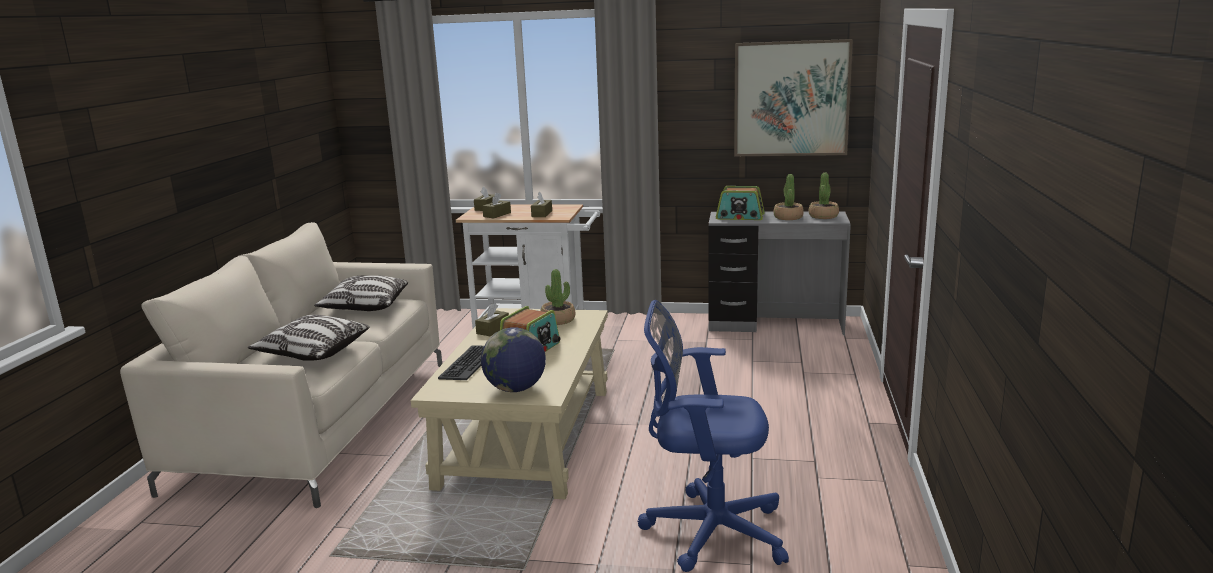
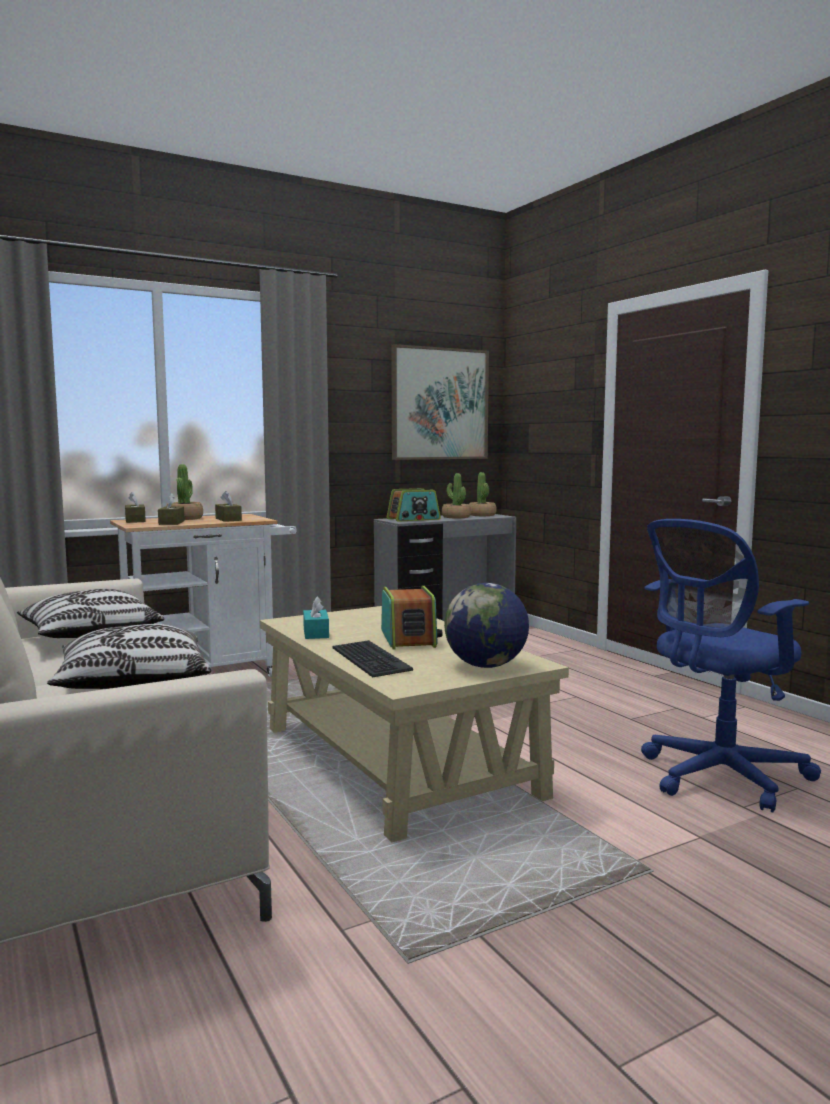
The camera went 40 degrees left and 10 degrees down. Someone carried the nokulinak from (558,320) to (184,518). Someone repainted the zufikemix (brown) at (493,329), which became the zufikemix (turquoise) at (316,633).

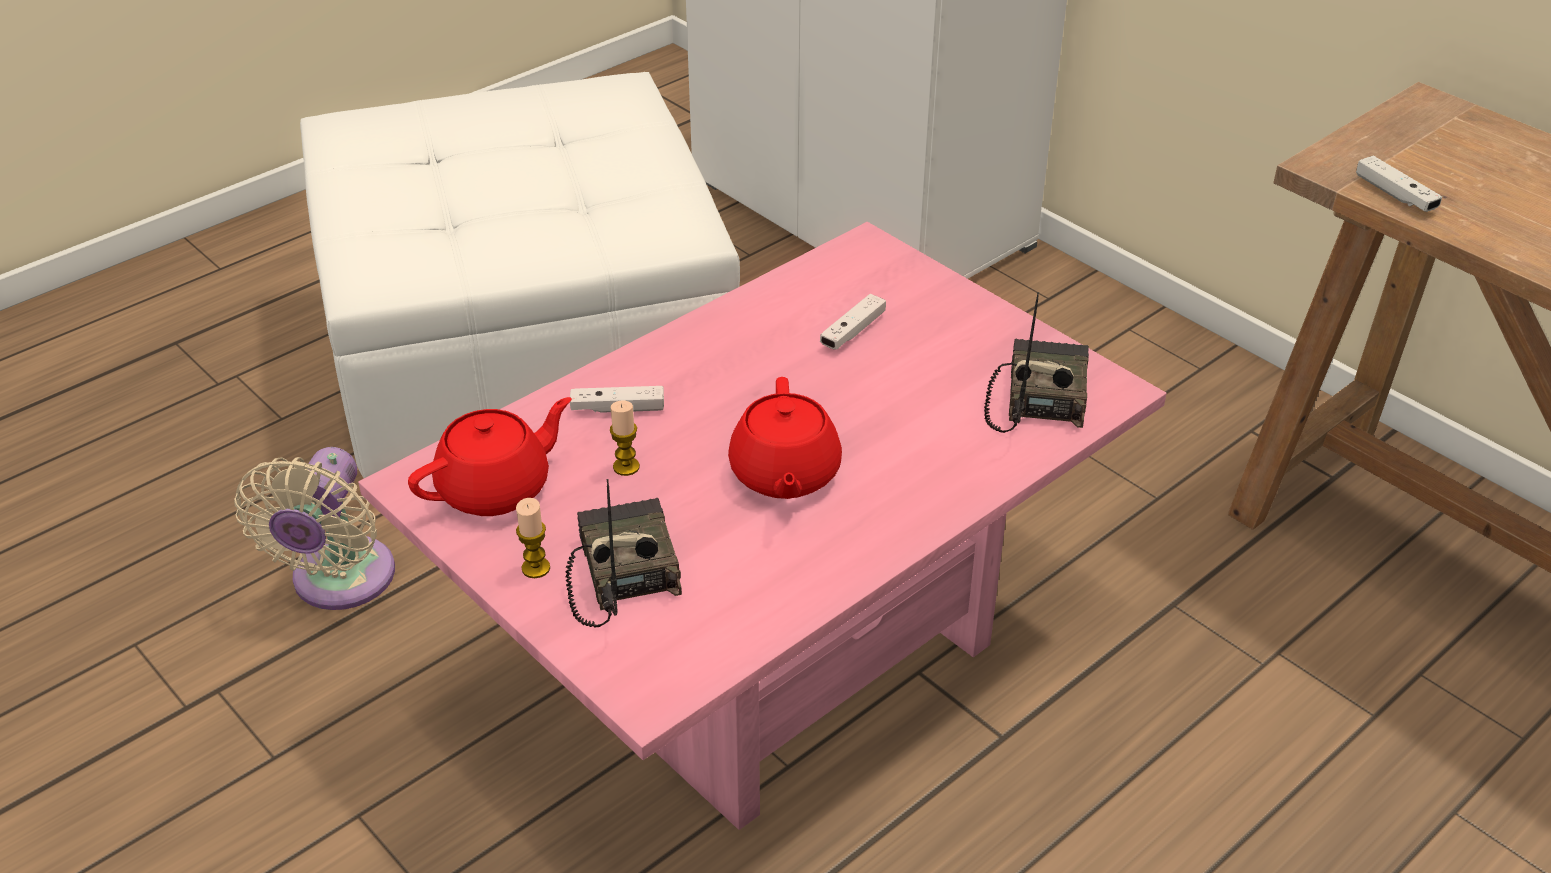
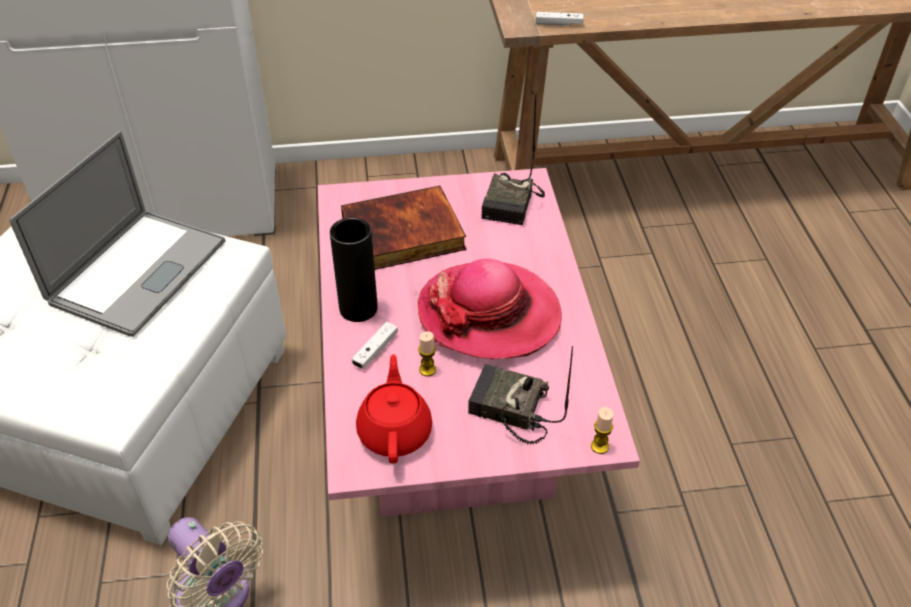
The camera went 55 degrees left and 5 degrees up. Someone put down the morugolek at (138,271). Someone put down the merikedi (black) at (358,309). Someone swapped the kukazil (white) at (853,331) for the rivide at (402,235). Someone swapped the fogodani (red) at (784,475) for the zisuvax at (489,314). Someone rotated the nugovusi at (1036,398) by 120 degrees counterclockwise. Someone carried the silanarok from (536,568) to (599,446).

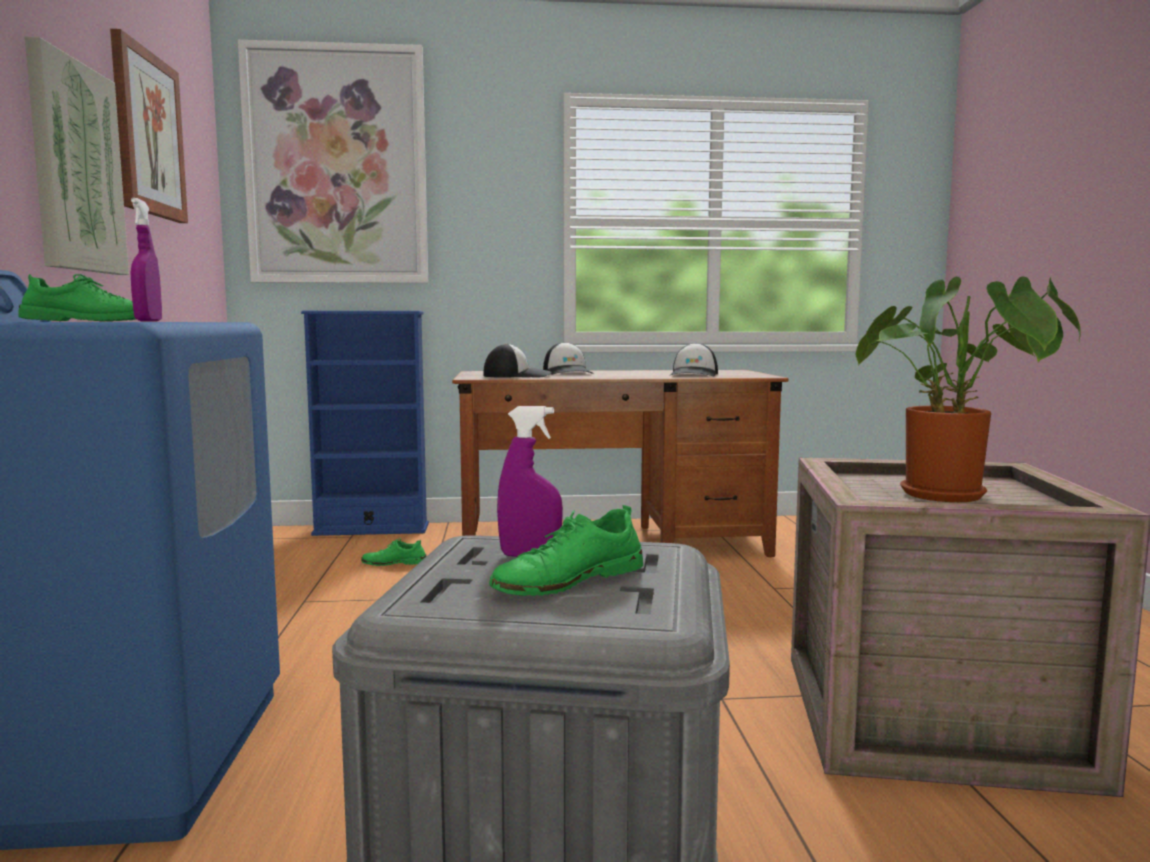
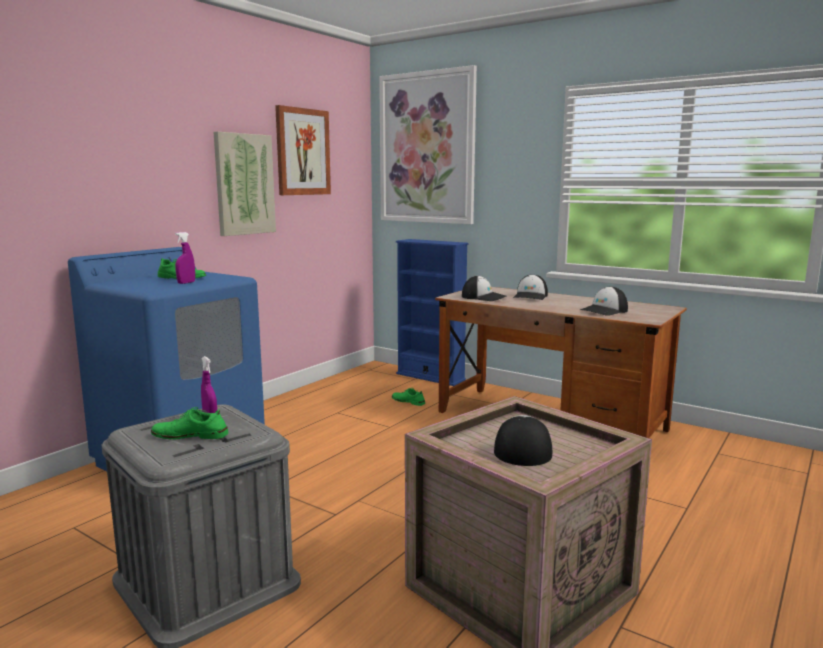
The camera went 40 degrees right and 5 degrees up. Someone swapped the nokulinak at (953,496) for the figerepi at (521,448).

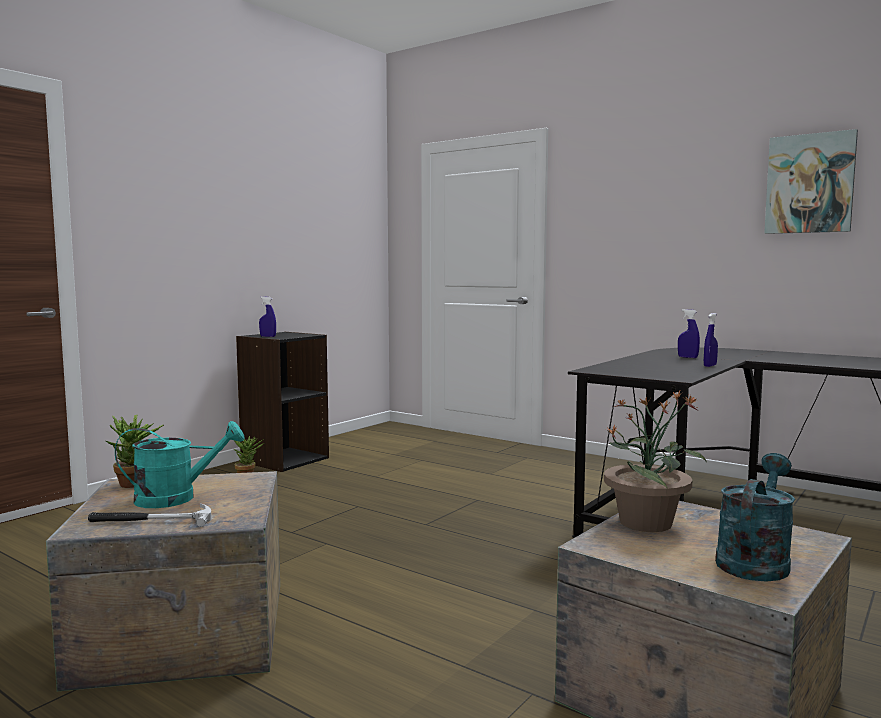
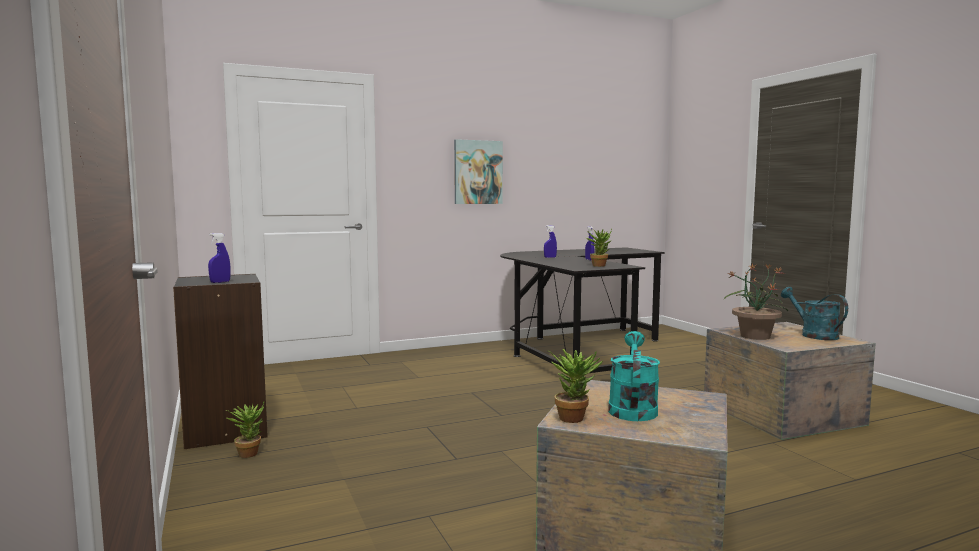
The camera went 60 degrees left and 0 degrees up. Someone carried the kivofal from (809,184) to (478,172). Someone put down the nokulinak at (599,265). Someone took away the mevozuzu at (151,521).

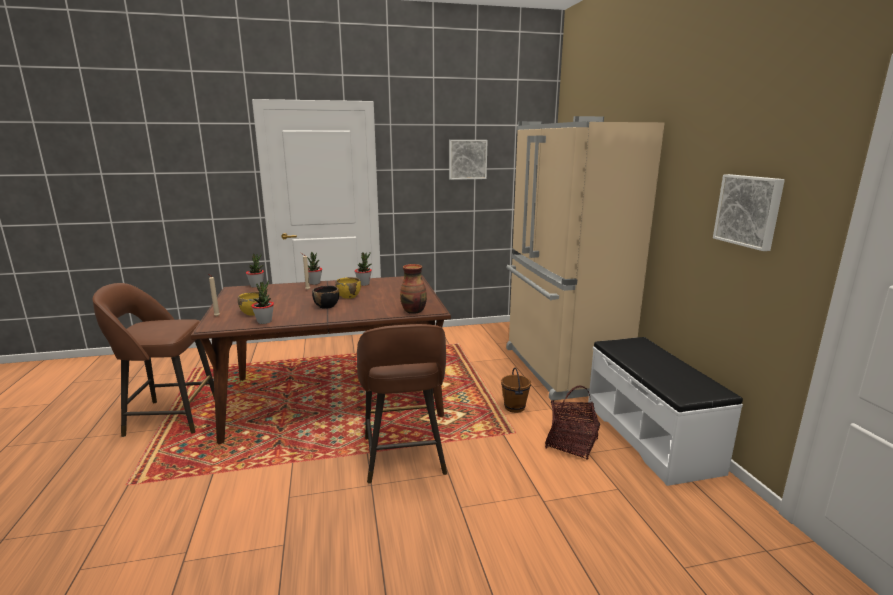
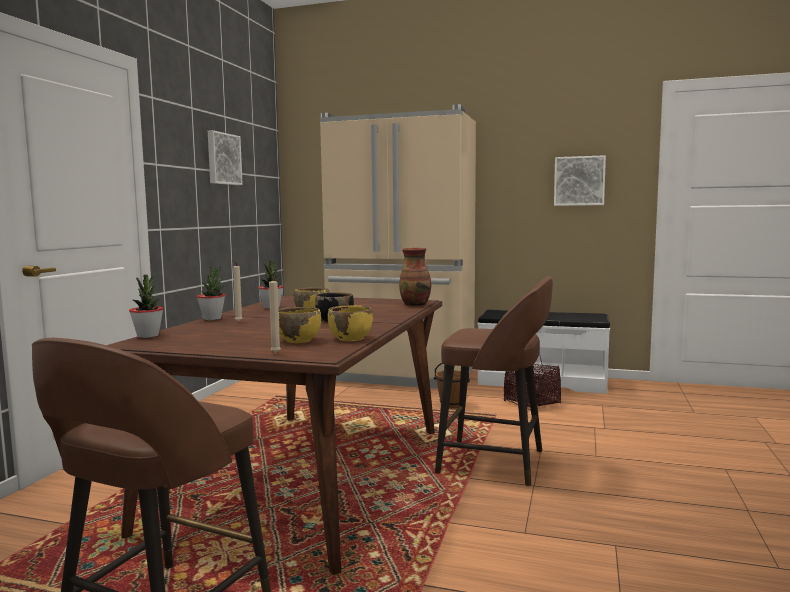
The camera went 60 degrees left and 10 degrees down. Someone swapped the nokulinak at (264,321) for the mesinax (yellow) at (350,338).

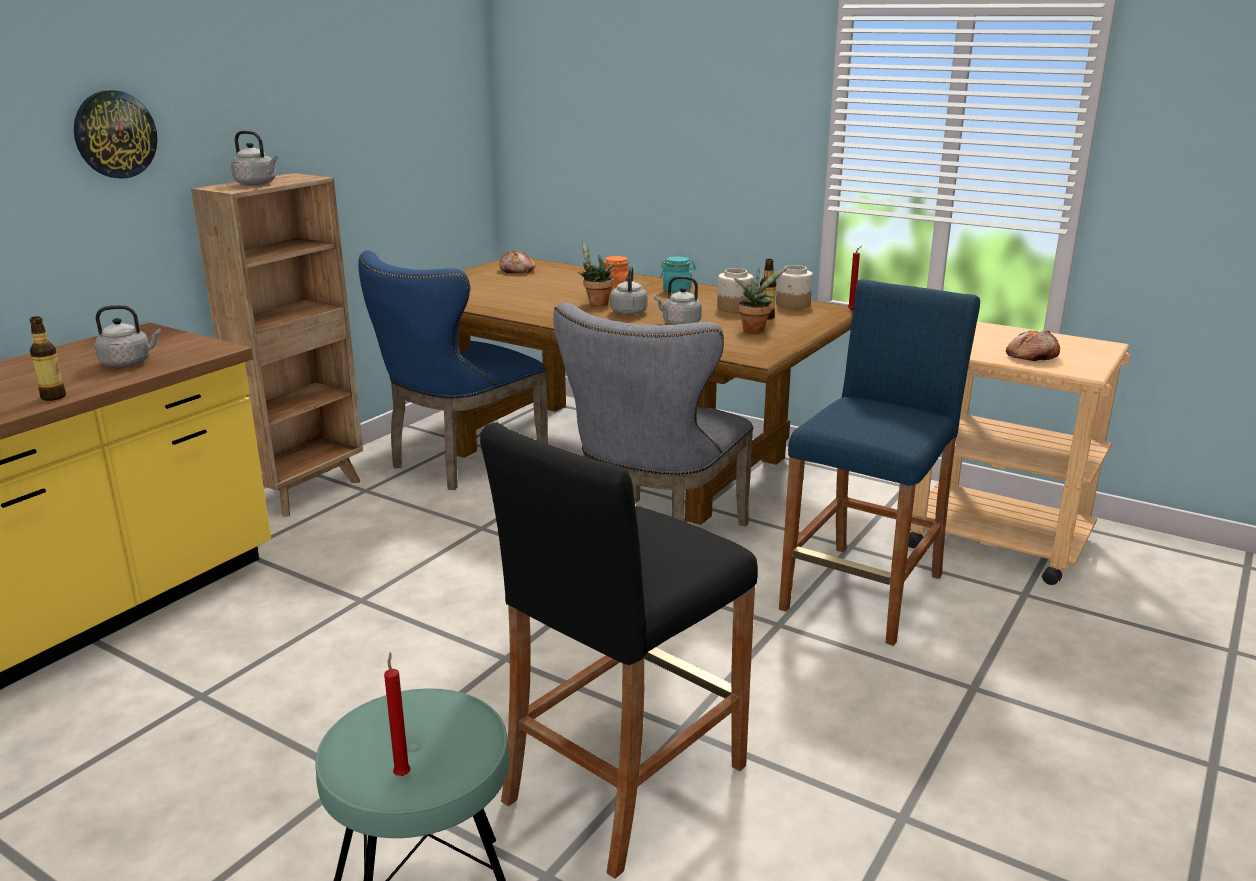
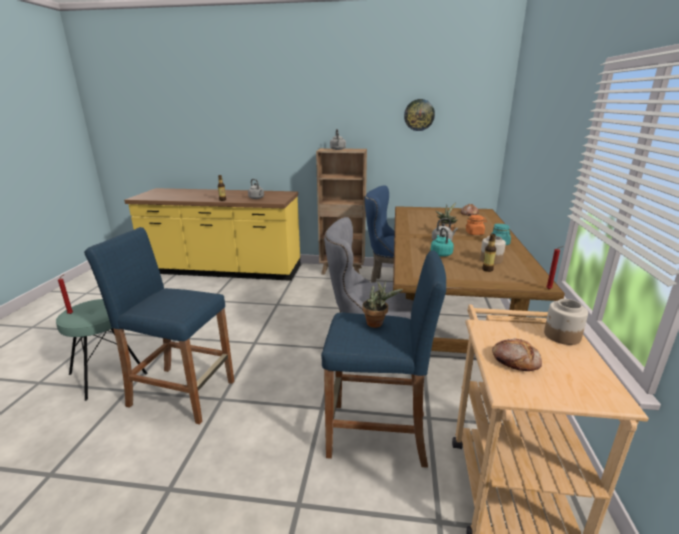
The camera went 65 degrees right and 0 degrees up. Someone repainted the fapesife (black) at (625,782), which became the fapesife (blue) at (182,393). Someone carried the nokulinak from (755,329) to (377,324). Someone carried the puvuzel from (115,134) to (419,115). Someone repainted the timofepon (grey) at (679,323), which became the timofepon (turquoise) at (440,254). Someone carried the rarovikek from (793,304) to (561,336).

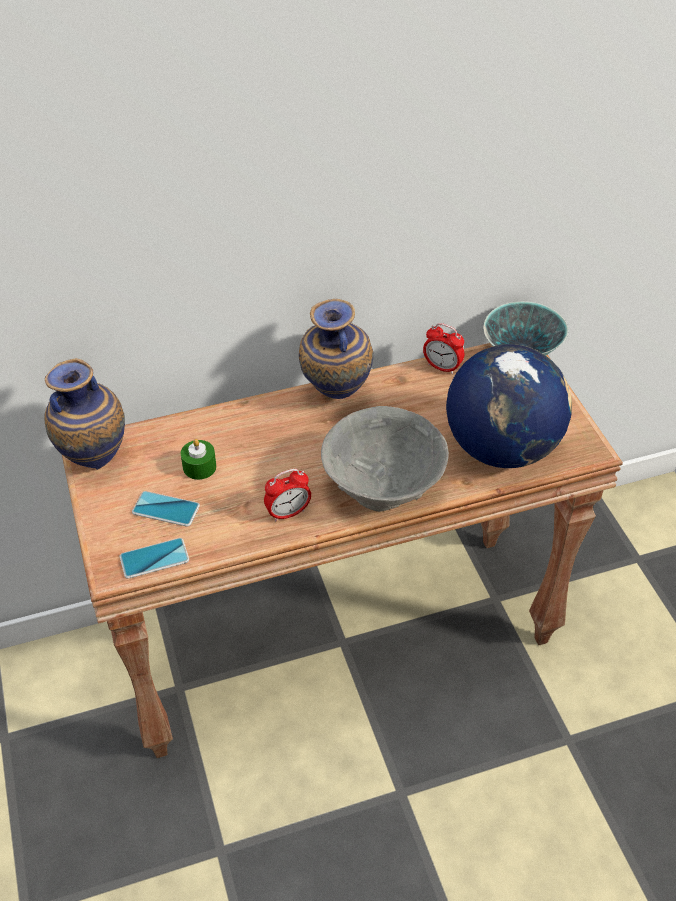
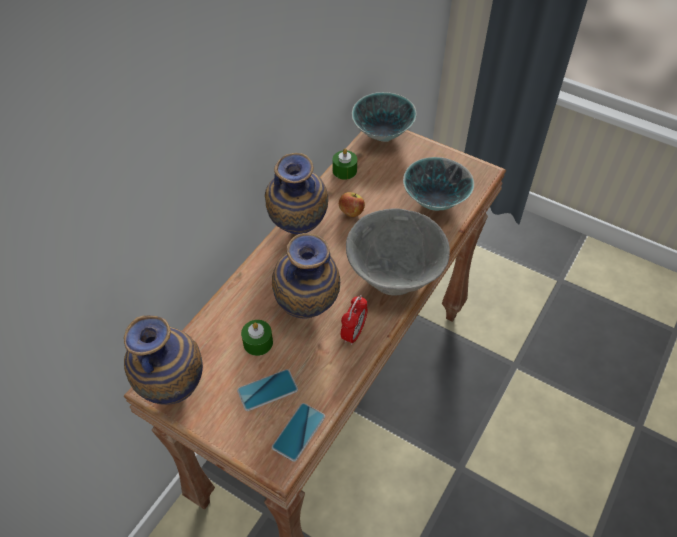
The camera went 40 degrees left and 5 degrees up. Someone put down the merikedi at (307,313). Someone swapped the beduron at (442,367) for the silanarok (green) at (344,170). Someone put down the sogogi at (351,212). Someone swapped the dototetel at (501,448) for the mesinax at (434,202).

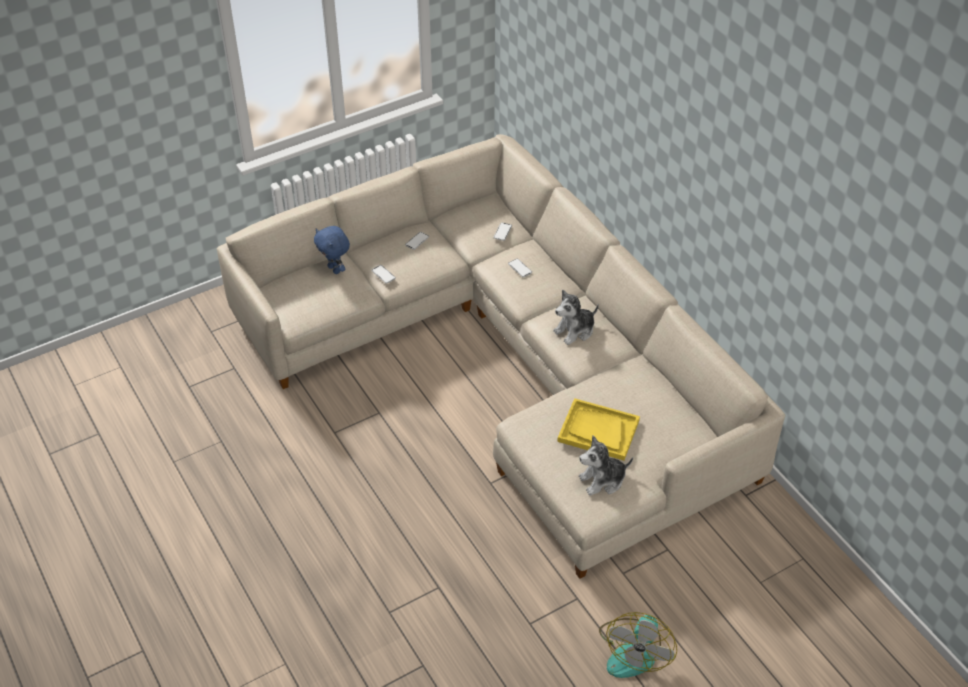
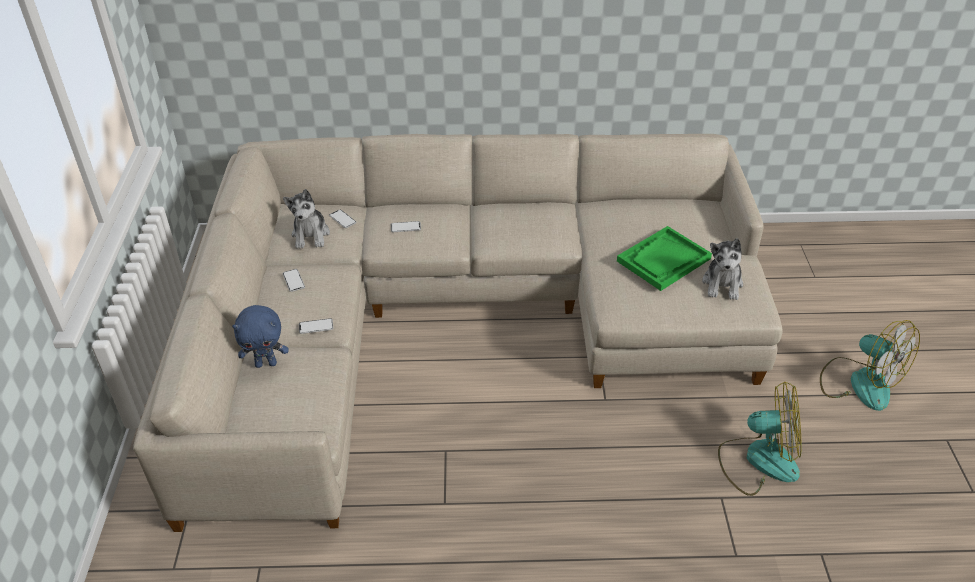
The camera went 60 degrees left and 5 degrees down. Someone carried the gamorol from (575,330) to (311,235). Someone repainted the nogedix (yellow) at (598,431), which became the nogedix (green) at (663,260). Someone put down the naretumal at (758,460).

